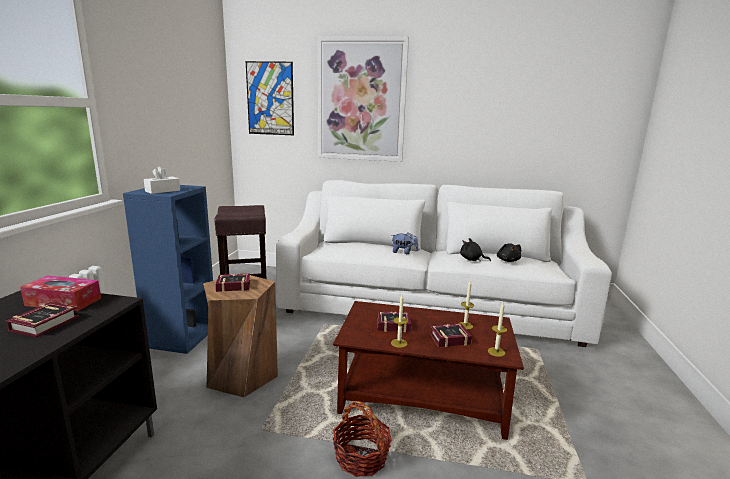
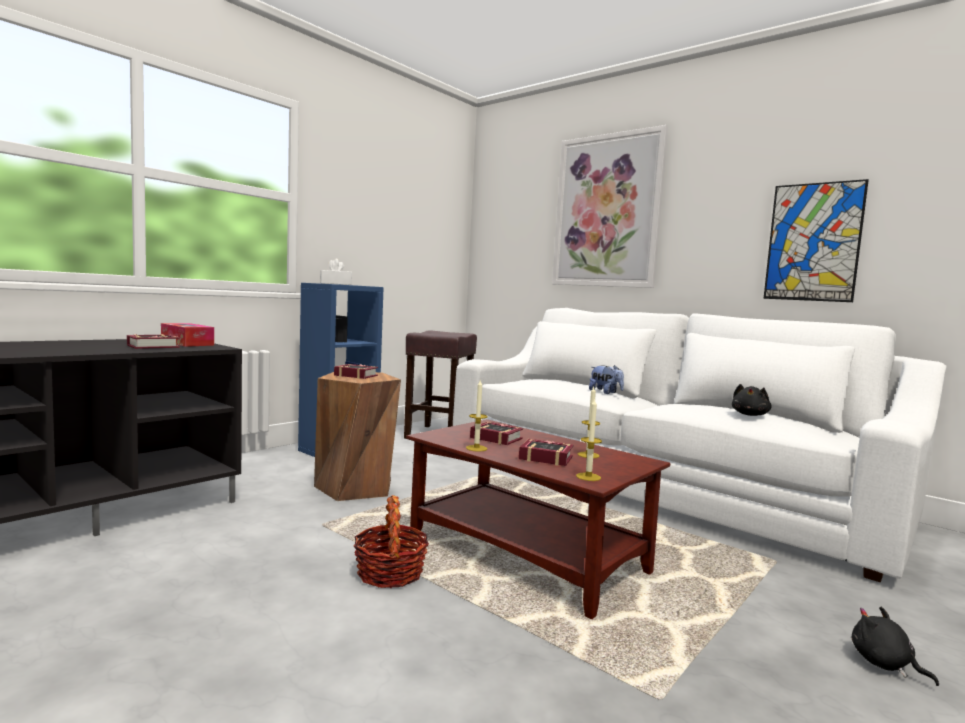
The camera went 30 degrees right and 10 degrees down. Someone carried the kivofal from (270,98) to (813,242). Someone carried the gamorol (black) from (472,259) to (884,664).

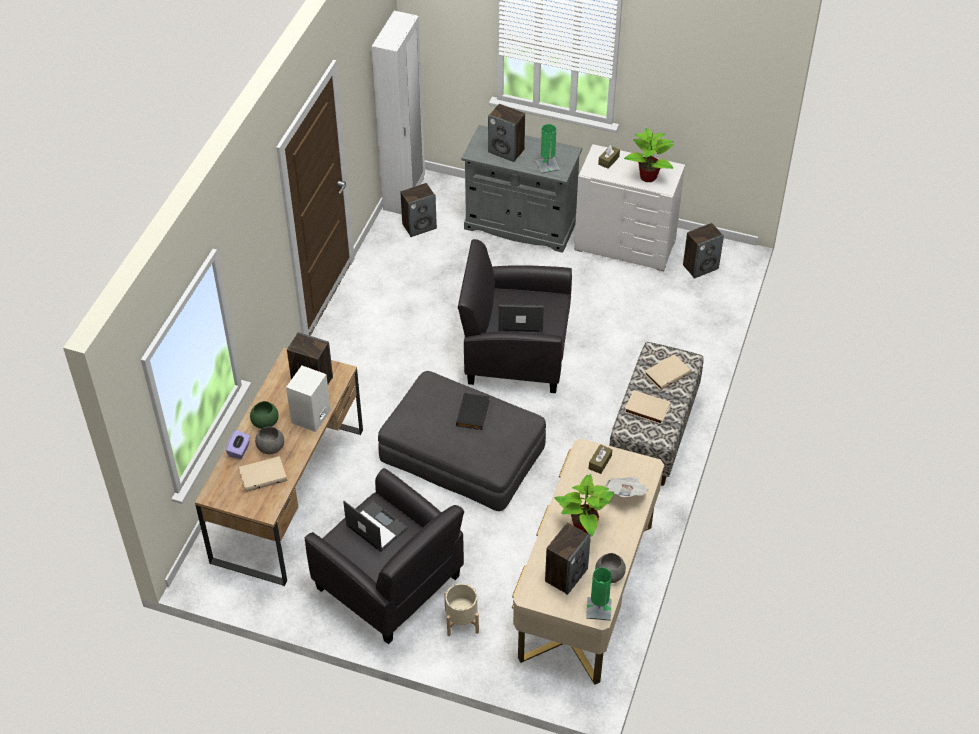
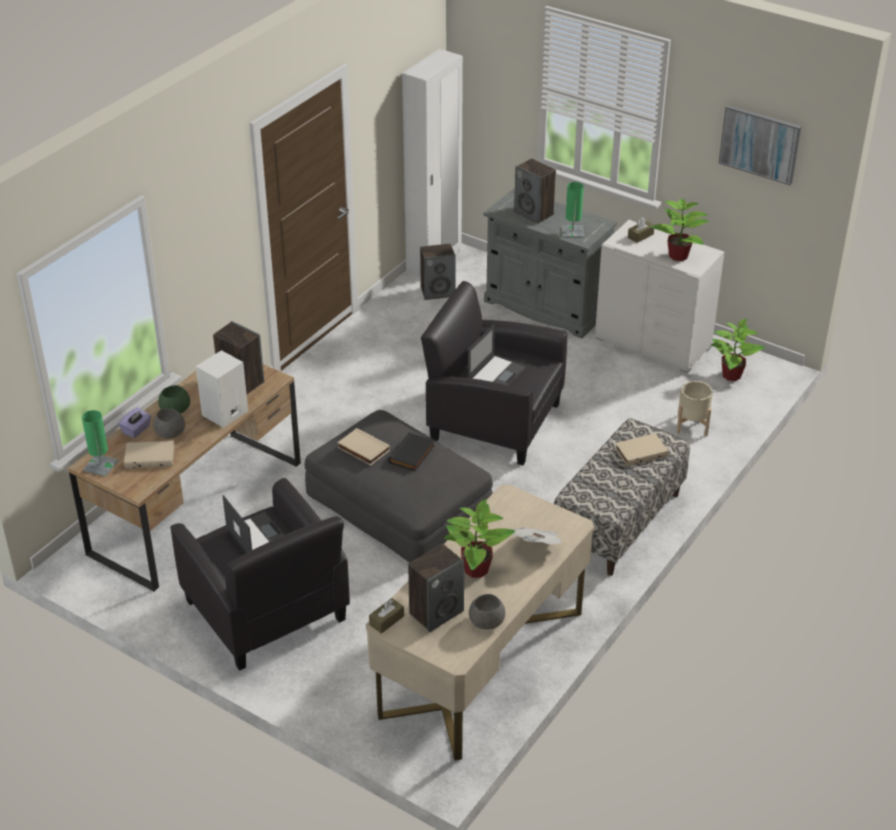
The camera went 15 degrees right and 10 degrees down. Someone carried the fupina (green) from (598,609) to (101,465). Someone carried the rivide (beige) from (646,409) to (362,449). Someone carried the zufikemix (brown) from (600,462) to (386,620). Someone rotated the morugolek at (520,319) by 105 degrees clockwise. Someone carried the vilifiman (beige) from (462,621) to (692,425). Someone swapped the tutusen at (700,267) for the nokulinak at (731,375). Someone put up the kivofal at (760,144).

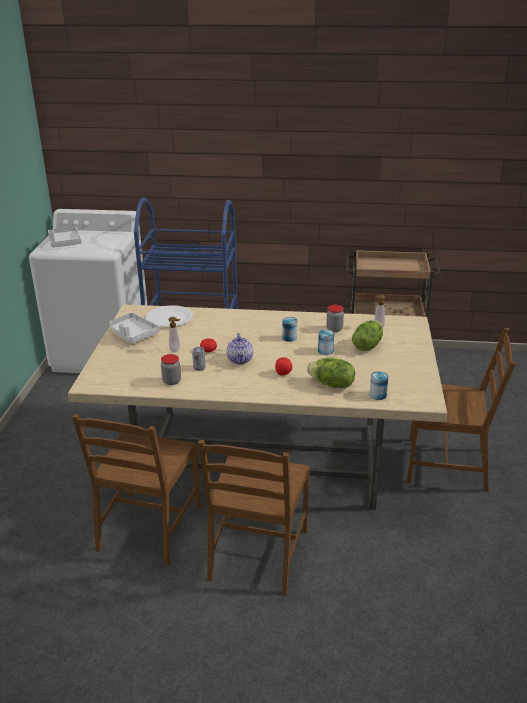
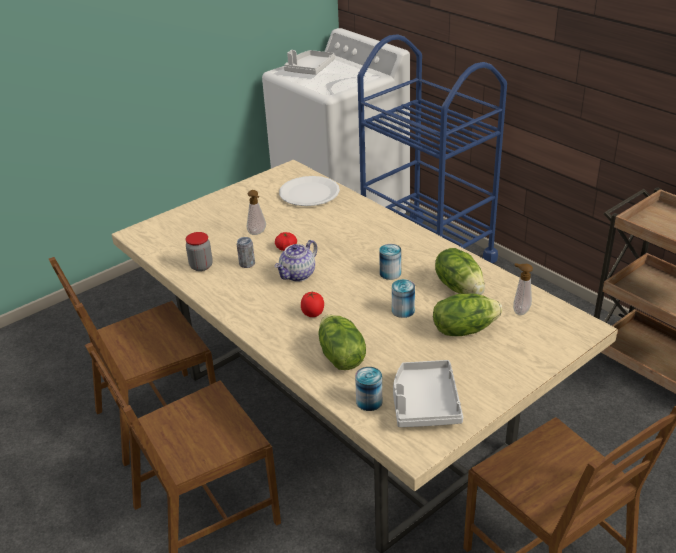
The camera went 45 degrees right and 5 degrees up. Someone carried the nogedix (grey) from (132,334) to (424,403). Someone swapped the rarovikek at (334,329) for the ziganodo at (460,287).

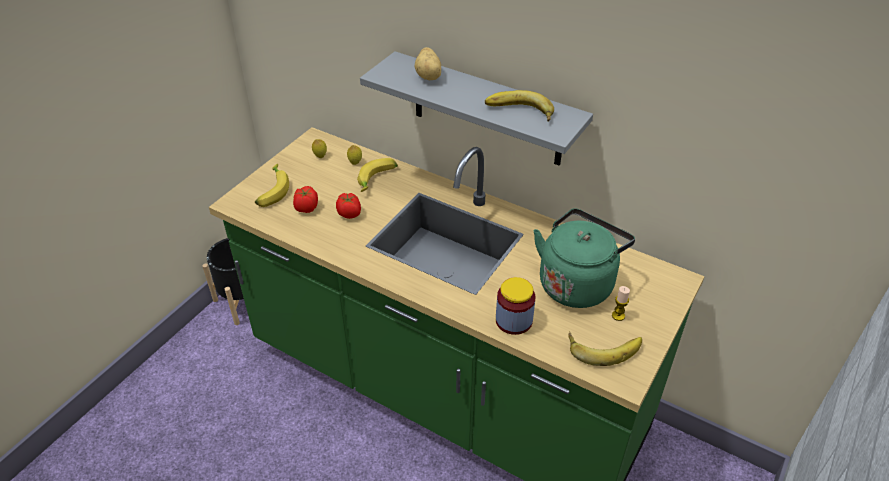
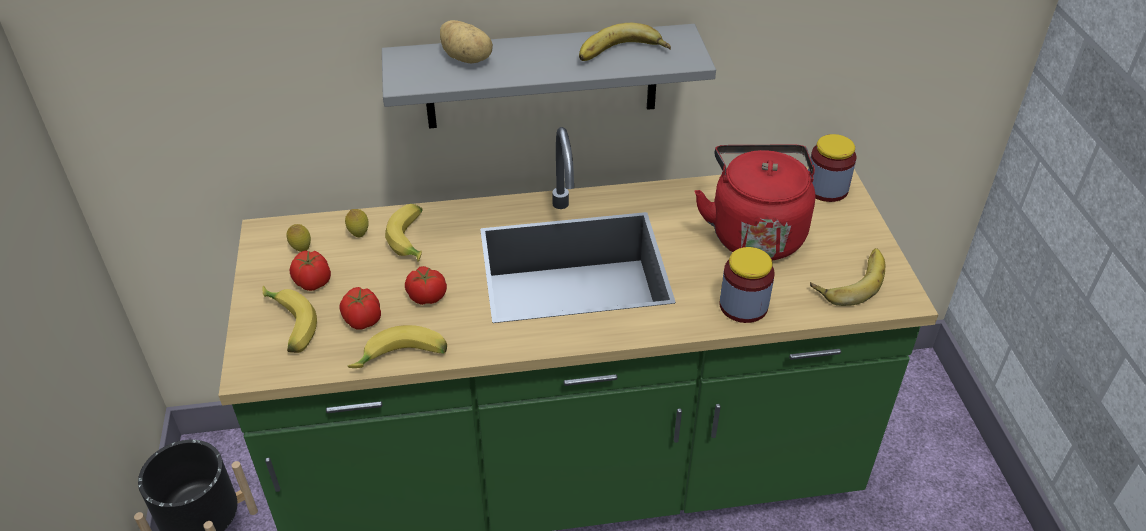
The camera went 40 degrees left and 0 degrees up. Someone put down the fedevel at (312,283). Someone put down the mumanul at (402,359). Someone repainted the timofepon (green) at (577,283), which became the timofepon (red) at (755,232). Someone put down the rarovikek at (826,188). Someone took away the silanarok at (618,315).

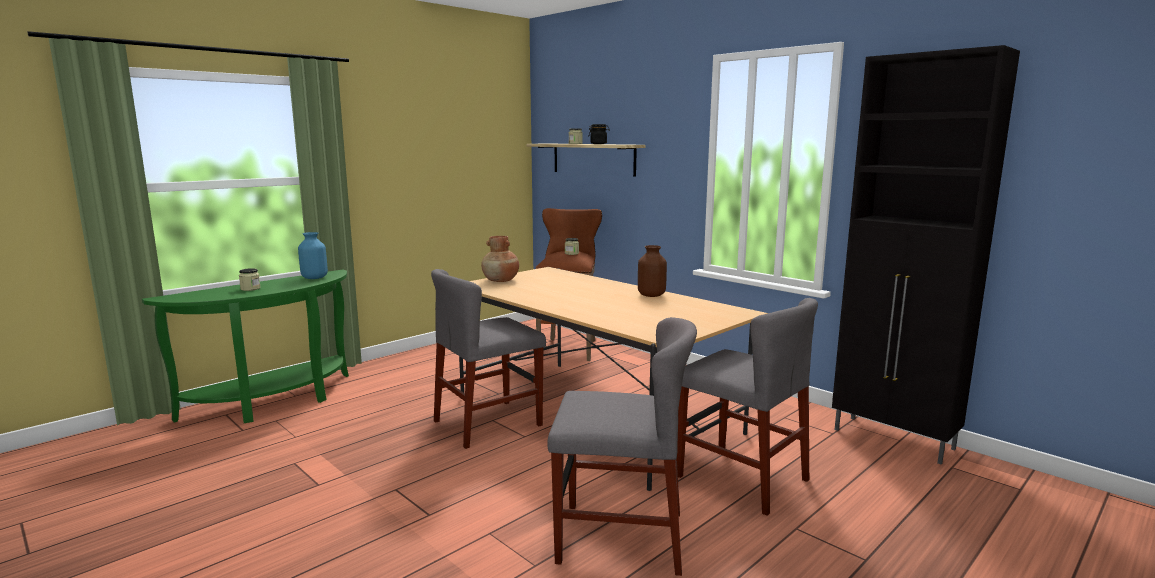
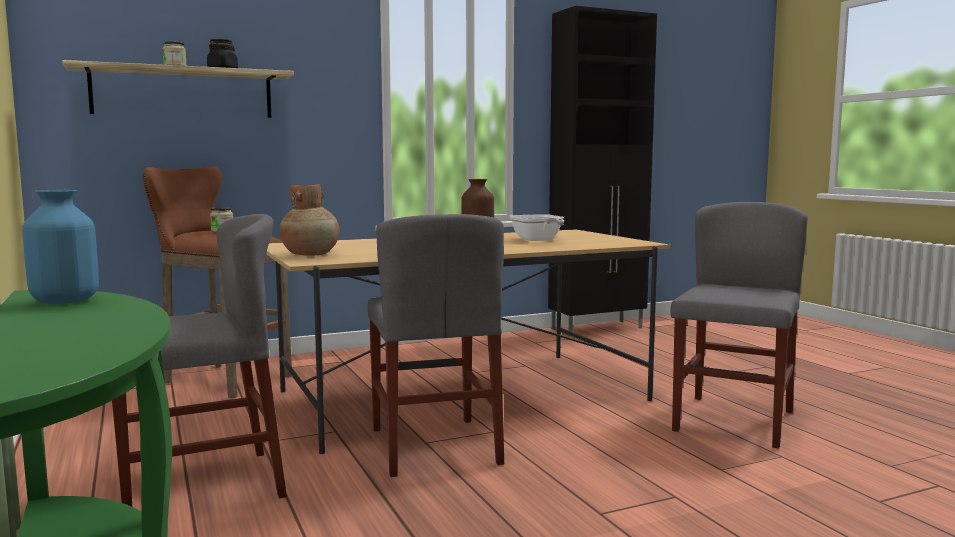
The camera went 70 degrees left and 5 degrees down. Someone carried the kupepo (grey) from (741,478) to (200,487). Someone put down the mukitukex at (538,240). Someone took away the rarovikek at (250,288).

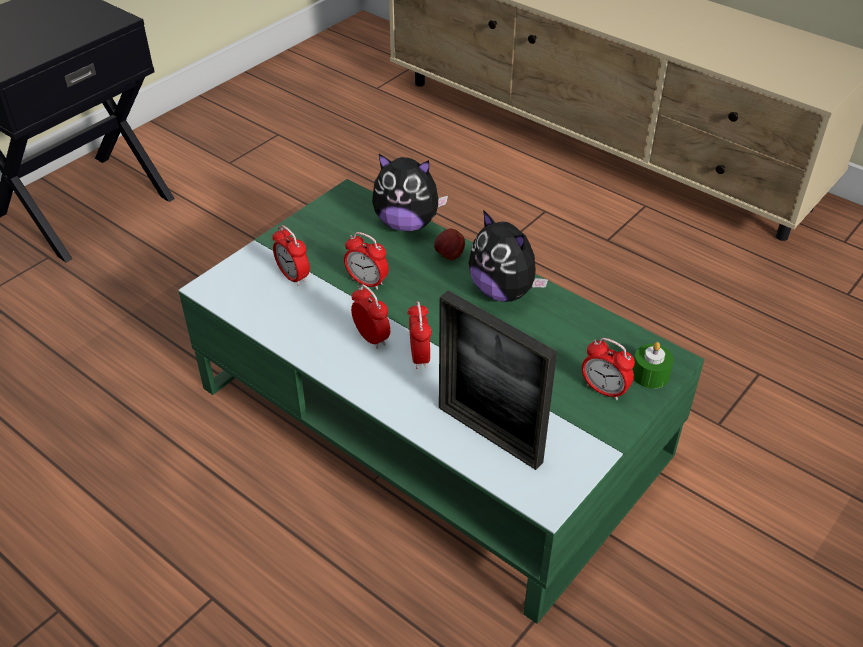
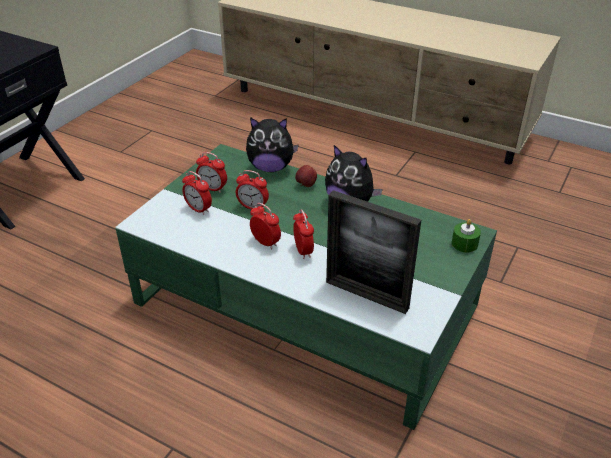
The camera went 10 degrees left and 5 degrees down. Someone carried the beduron from (604,390) to (213,188).

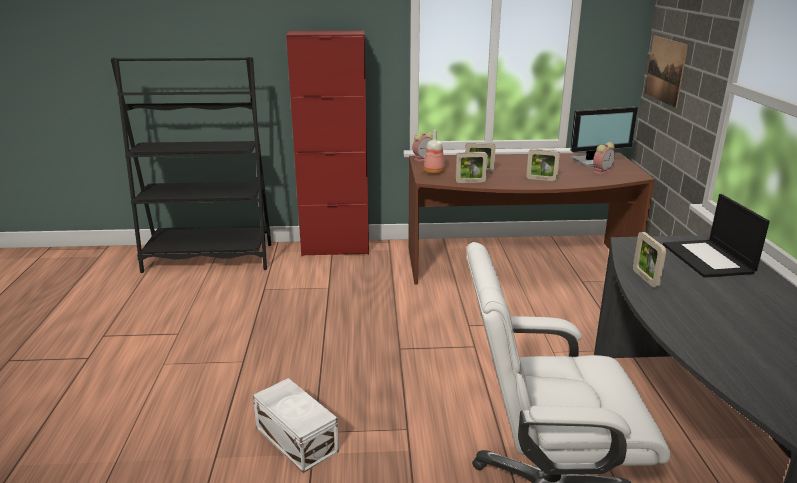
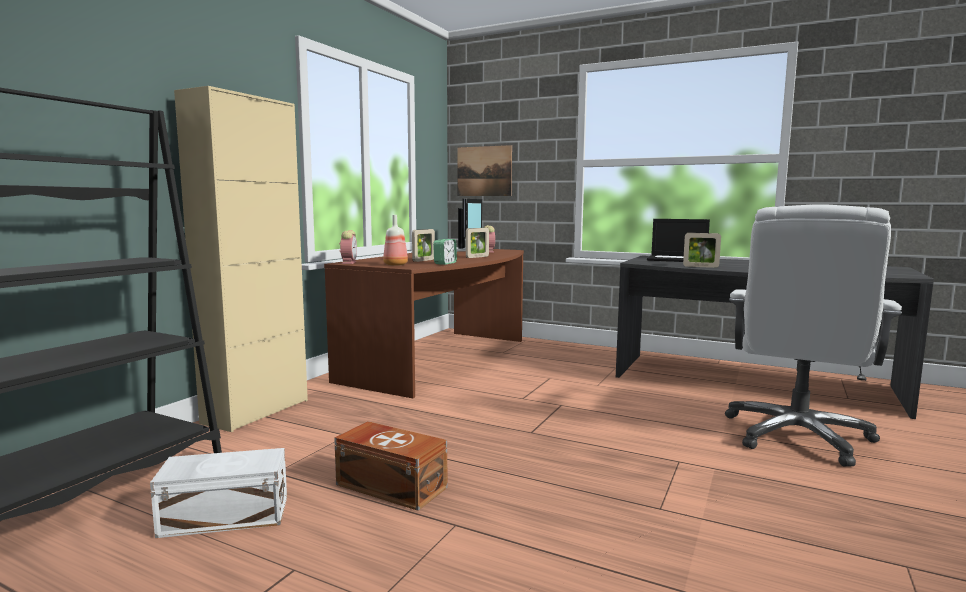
The camera went 60 degrees left and 15 degrees down. Someone carried the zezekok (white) from (297,438) to (224,515). Someone repainted the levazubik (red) at (335,249), which became the levazubik (beige) at (256,411). Someone put down the zezekok (brown) at (391,485). Someone swapped the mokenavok at (470,182) for the beduron at (445,263).

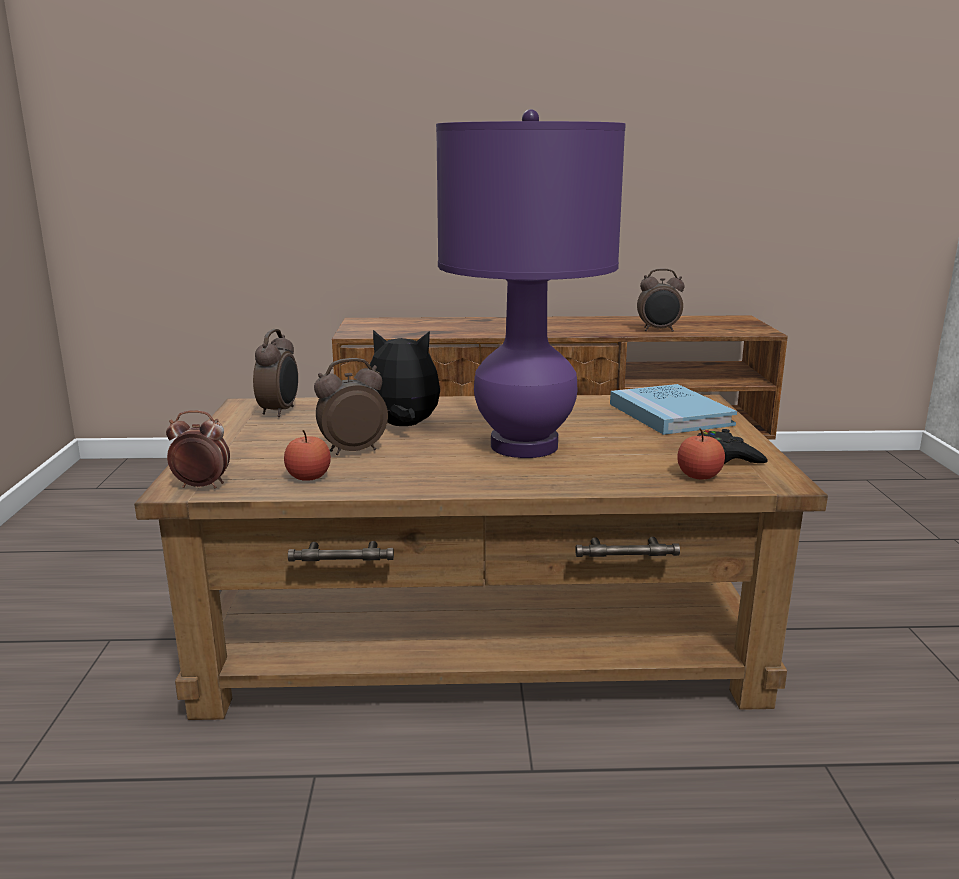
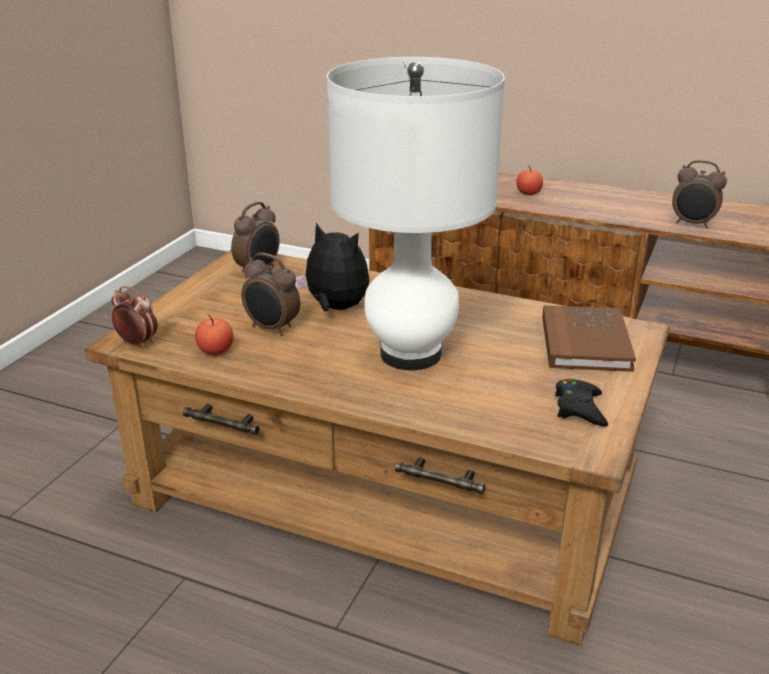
The camera went 25 degrees right and 10 degrees up. Someone rotated the beduron at (352,451) by 150 degrees counterclockwise. Someone repainted the fupina (purple) at (524,446), which became the fupina (white) at (410,355). Someone carried the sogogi from (699,476) to (528,193). Someone repainted the rivide (blue) at (670,414), which became the rivide (brown) at (585,343).

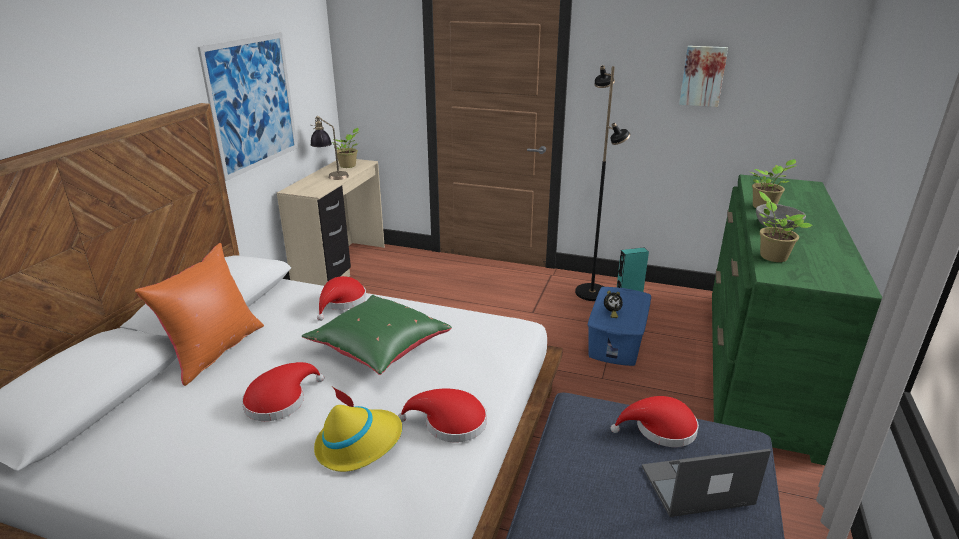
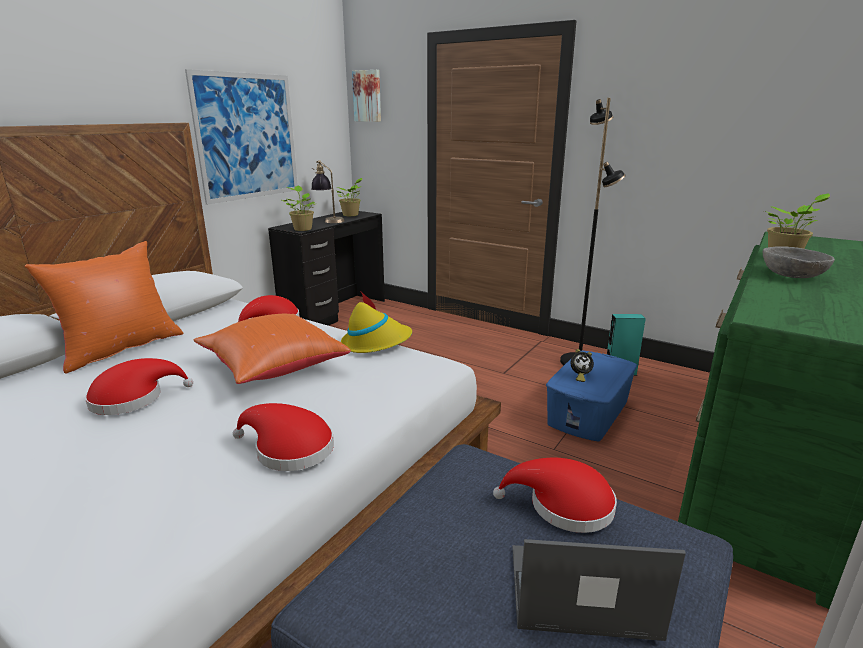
The camera went 15 degrees right and 5 degrees down. Someone repainted the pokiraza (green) at (378,350), which became the pokiraza (orange) at (272,368). Someone repainted the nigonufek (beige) at (342,266), which became the nigonufek (black) at (336,313). Someone carried the nokulinak from (771,256) to (302,229). Someone carried the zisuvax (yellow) from (359,444) to (376,343). Someone carried the kivofal from (703,76) to (368,96).

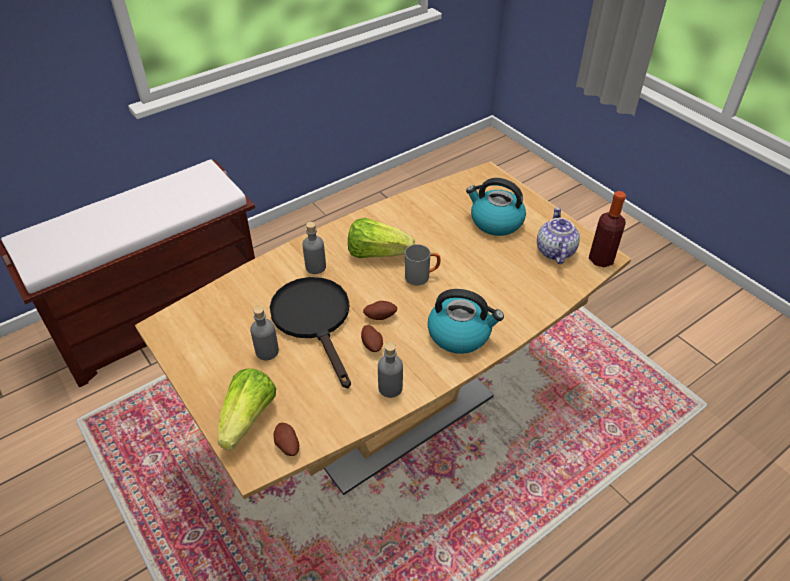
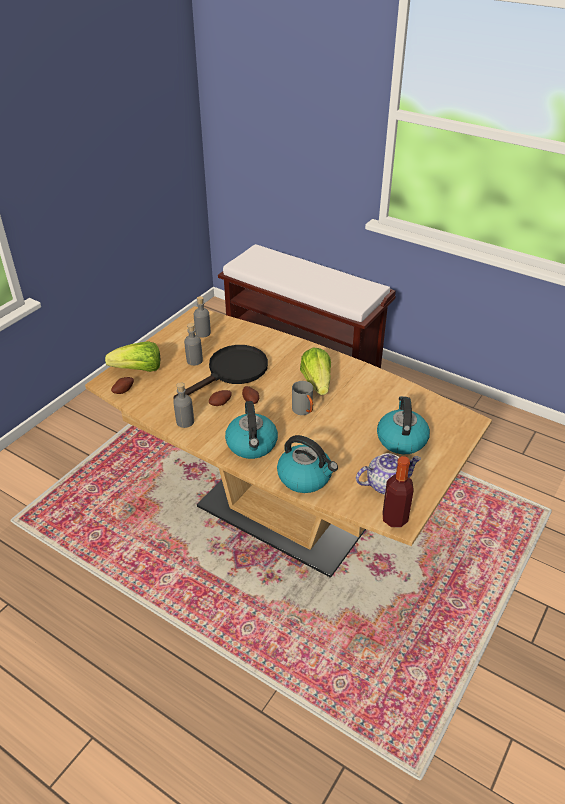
The camera went 70 degrees right and 5 degrees down. Someone carried the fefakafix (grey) from (315,267) to (203,333). Someone put down the timofepon at (305,477).

